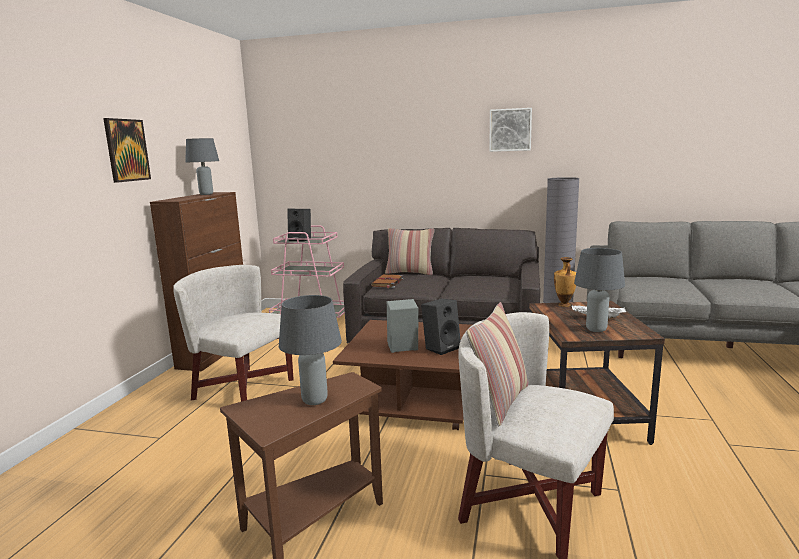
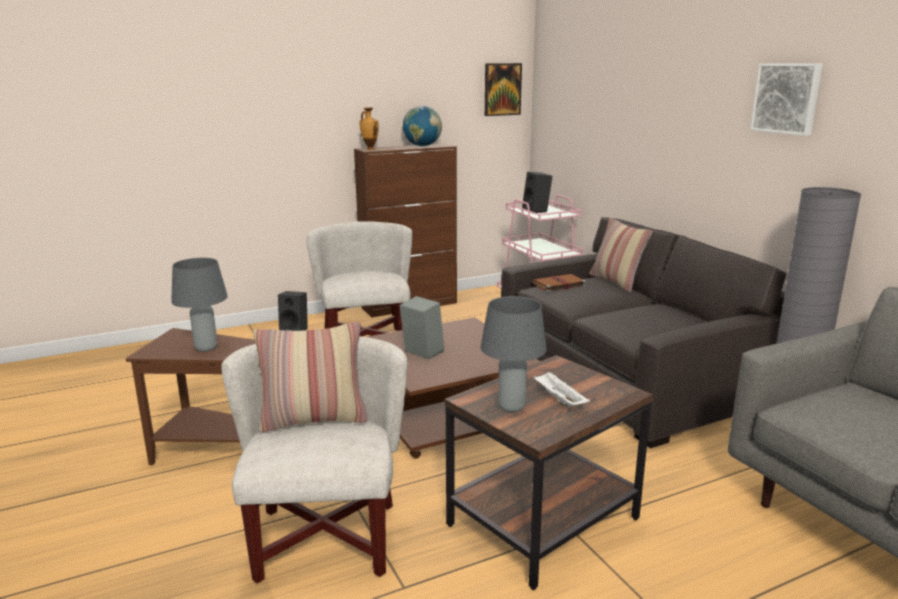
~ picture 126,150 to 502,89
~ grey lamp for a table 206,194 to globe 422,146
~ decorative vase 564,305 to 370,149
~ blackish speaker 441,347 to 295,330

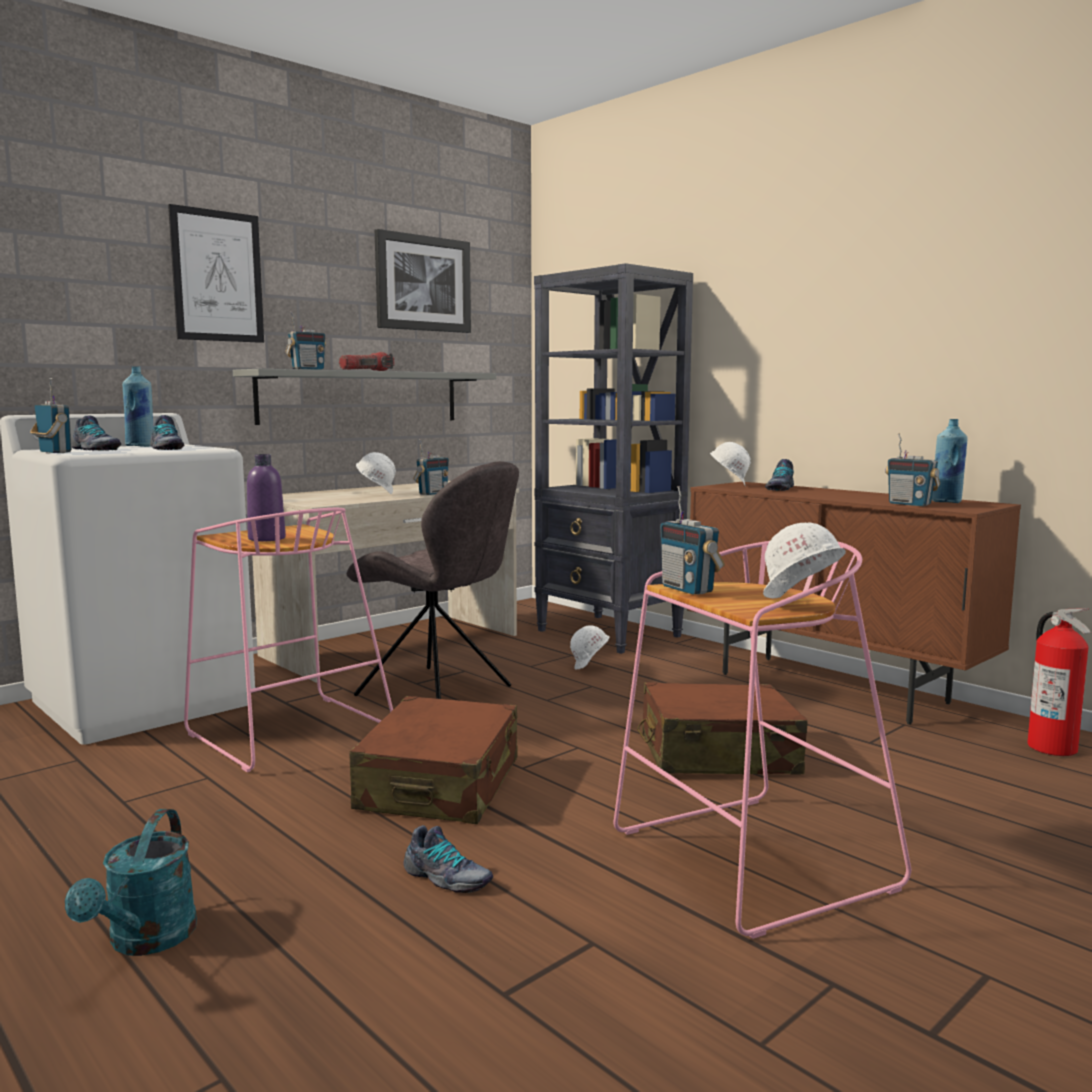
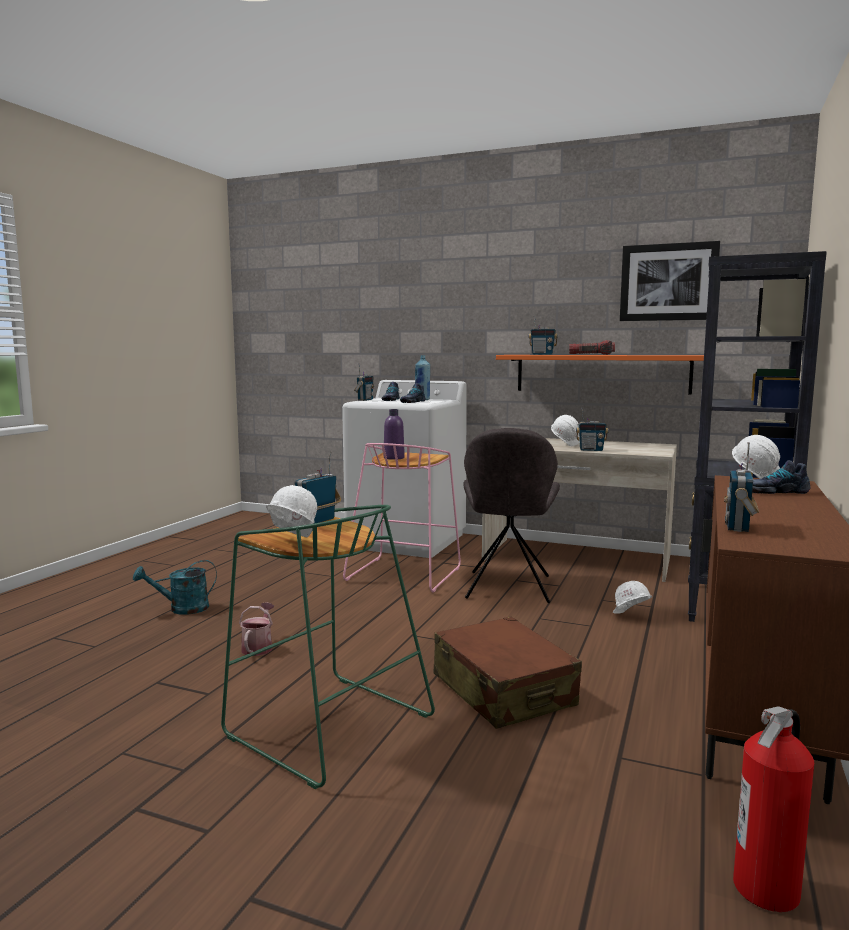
- picture 217,276
~ grey bracket shelf 361,397 to orangey bracket shelf 601,373
- blue bottle 947,502
~ pinkish sitting stool 751,863 to greenish sitting stool 325,726
- brown travel case 440,785
~ low shoe 446,878 to watering can 258,647

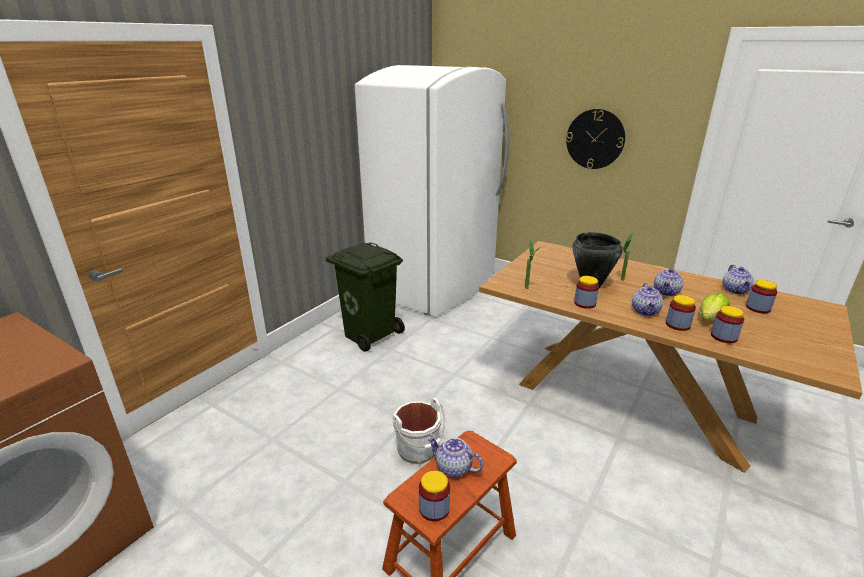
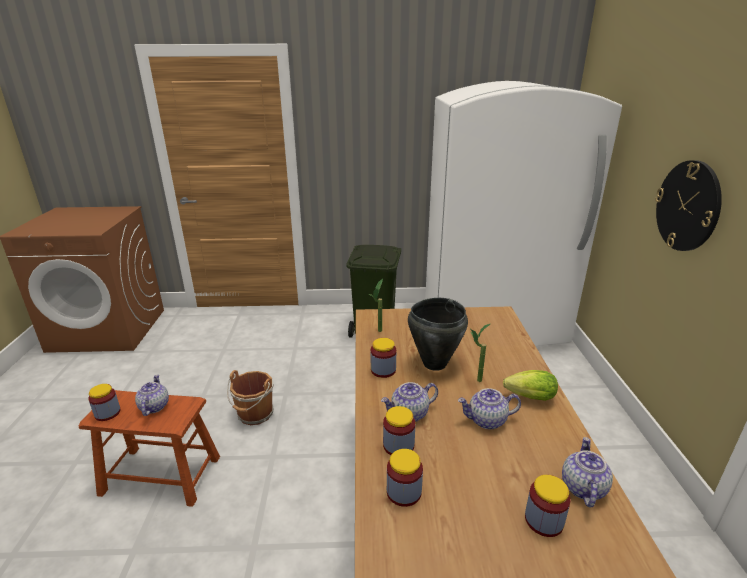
~ pot for tea 735,290 = 582,487 135 degrees clockwise
~ lettuce 709,320 to 527,397
~ whitish pail 419,451 to brown pail 255,415

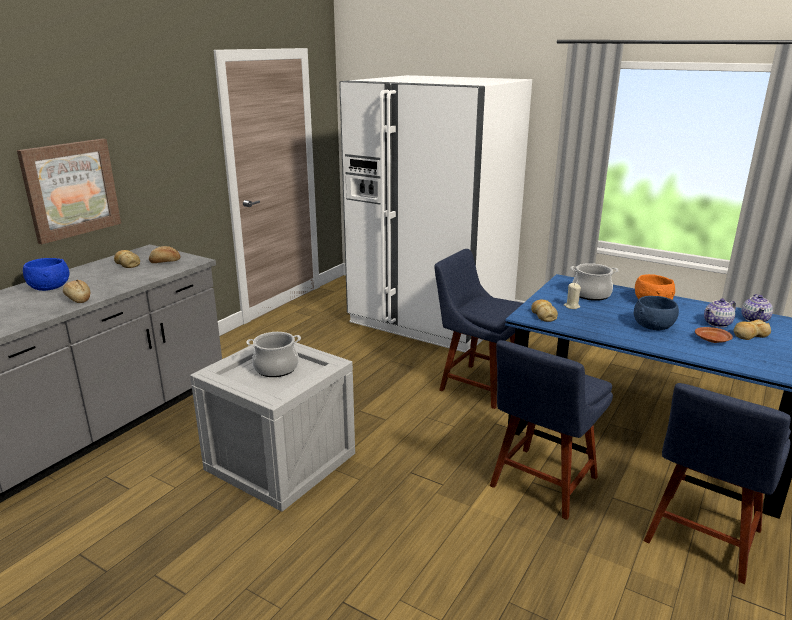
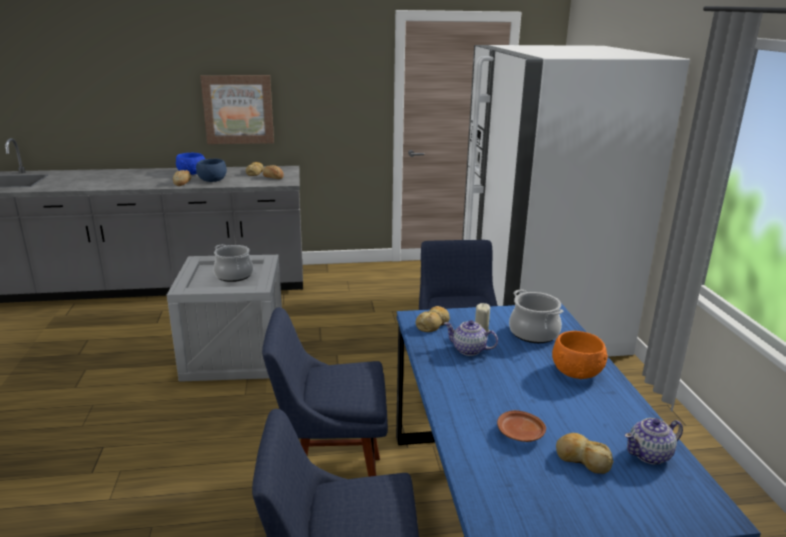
~ blue serving bowl 653,327 to 212,180
~ pot for tea 717,323 to 469,350

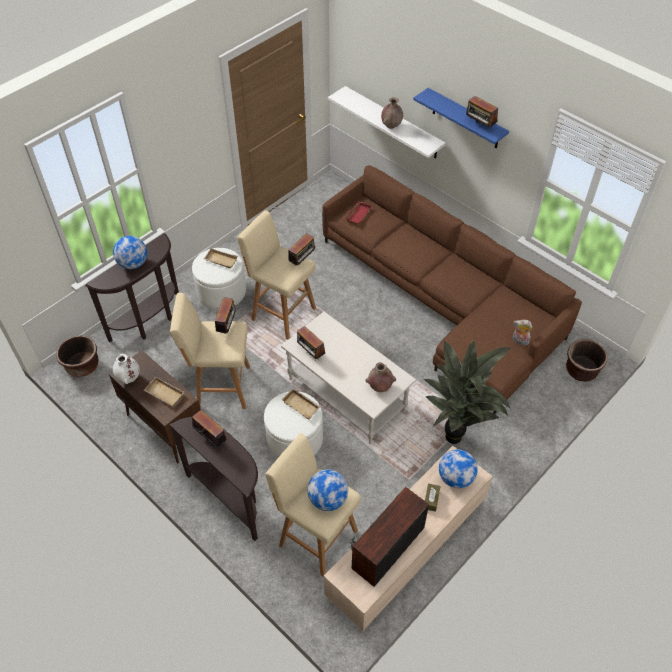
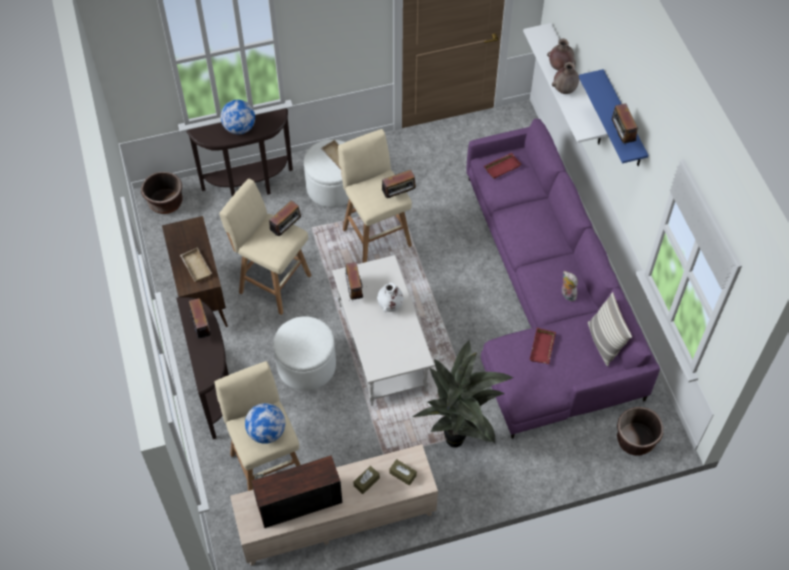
~ brown couch 444,302 to purple couch 545,301
~ plush toy 519,341 to 567,294
~ whitish decorative vase 129,378 to 390,306
~ brown decorative vase 380,387 to 559,67
- sand-coloured tray 302,405
~ globe 455,477 to brown tissue holder 402,474
+ cushion 603,342
+ red-coloured tray 543,349

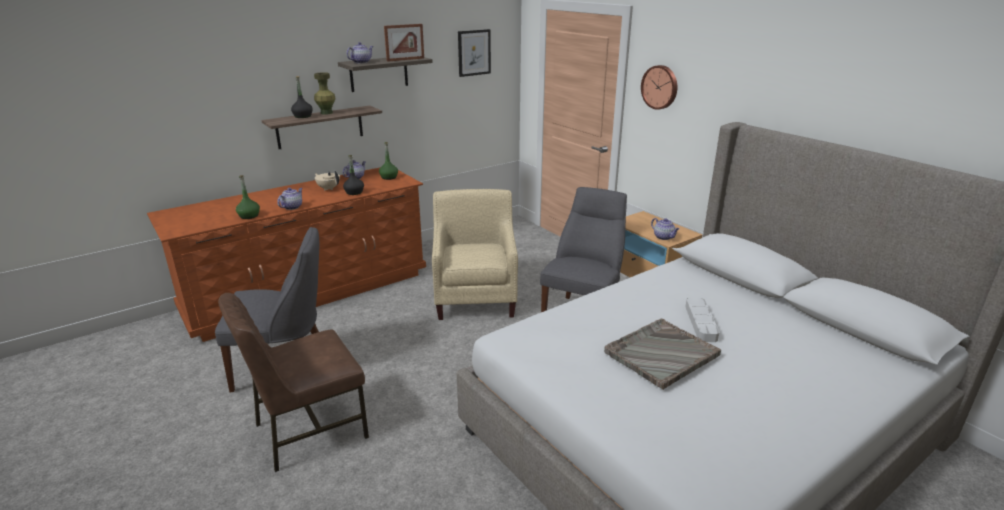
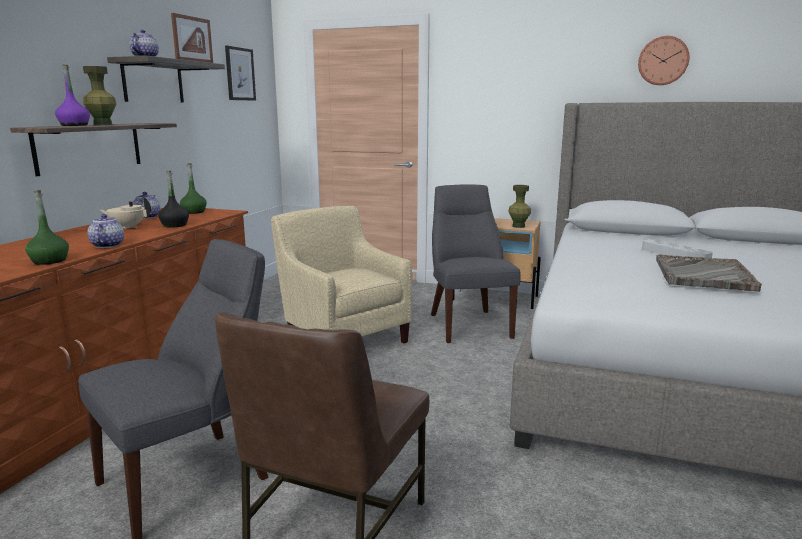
~ clock on the wall 660,87 to 663,61
~ blackish bottle 303,116 to purple bottle 74,125
~ pot for tea 664,237 to greenish decorative vase 518,226

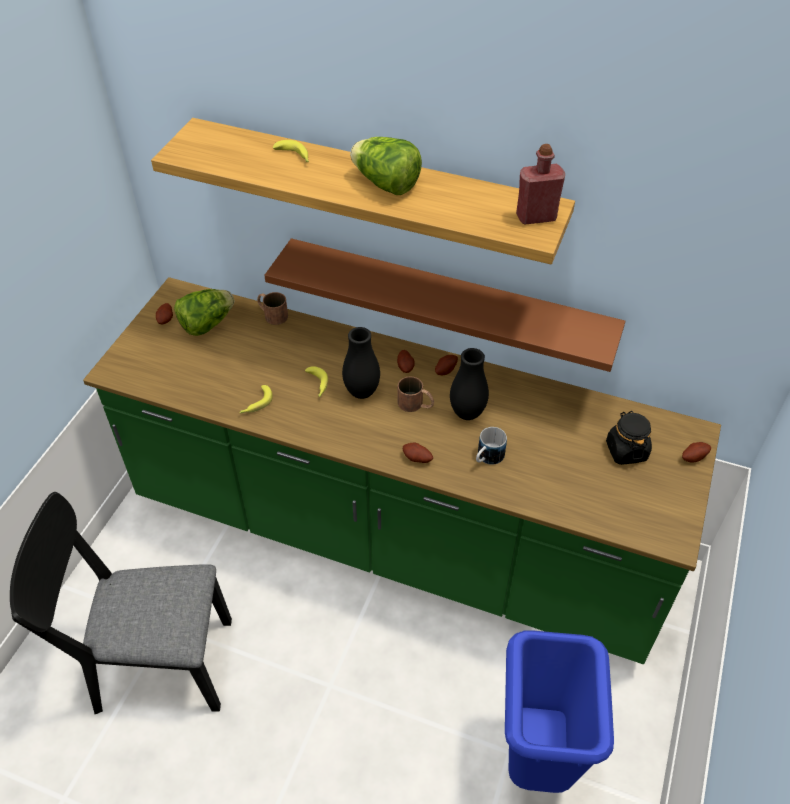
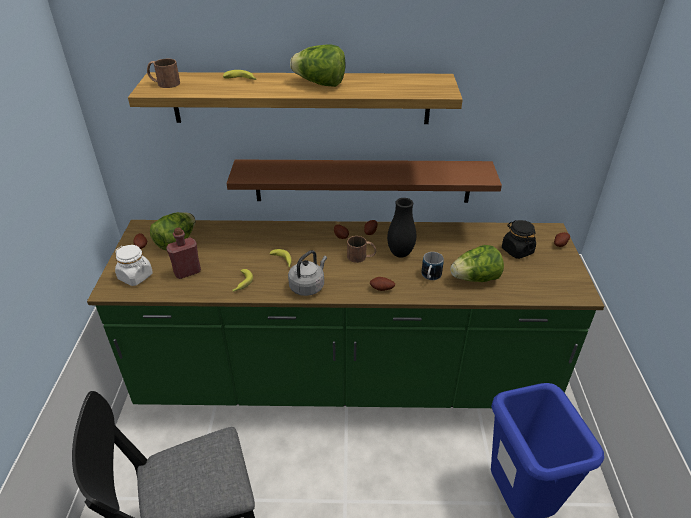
~ red-coloured bottle 536,217 to 187,272
~ brown coffee mug 272,314 to 164,83
- blackish decorative vase 362,392
+ whitish preserve jar 136,277
+ lettuce 475,279
+ grey tea kettle 308,286

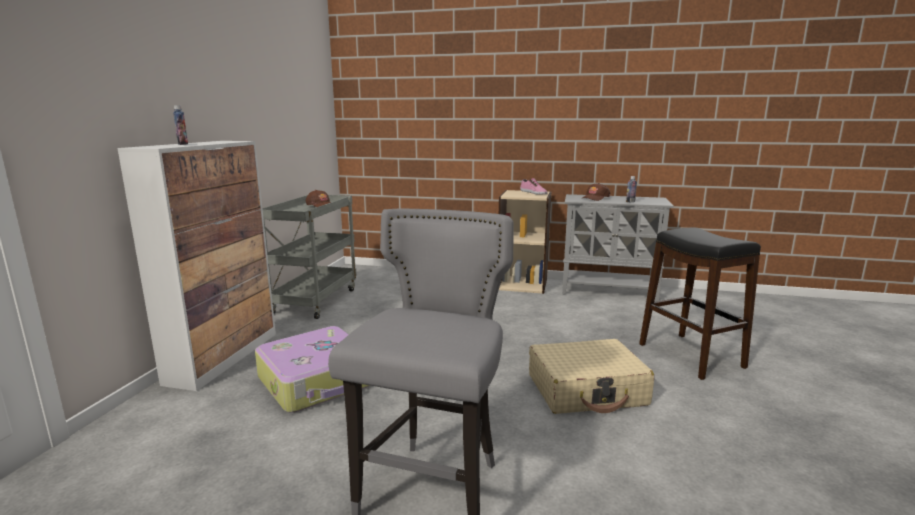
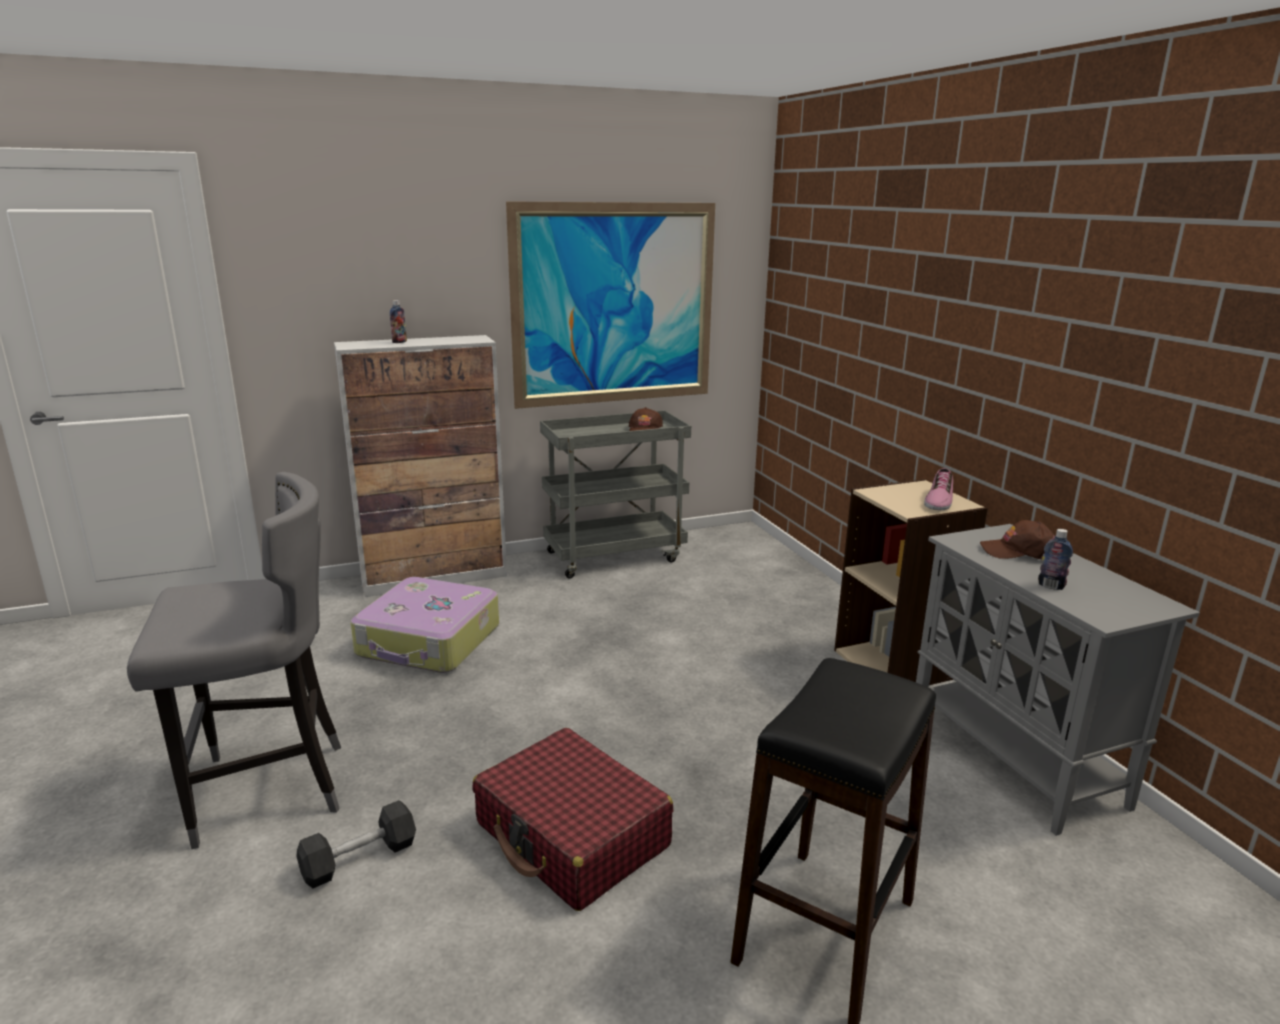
~ sand-coloured travel case 587,390 to red-coloured travel case 572,836
+ picture 614,305
+ grey dumbbell 359,859

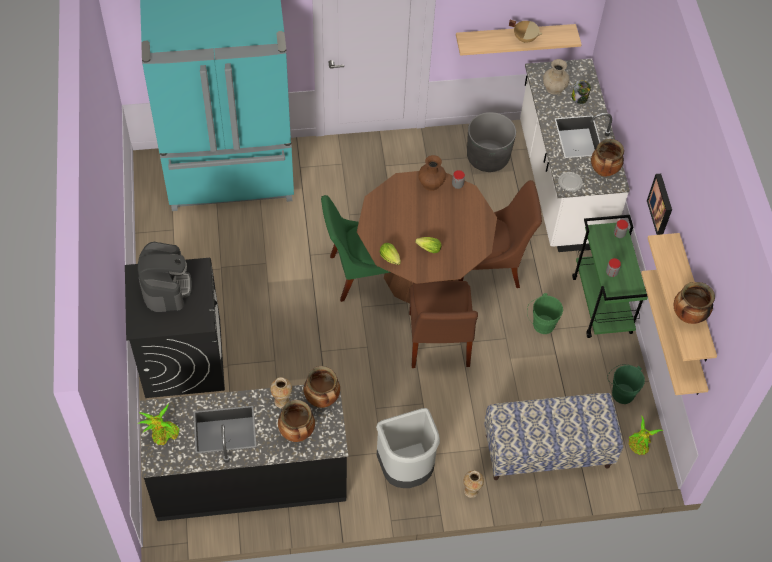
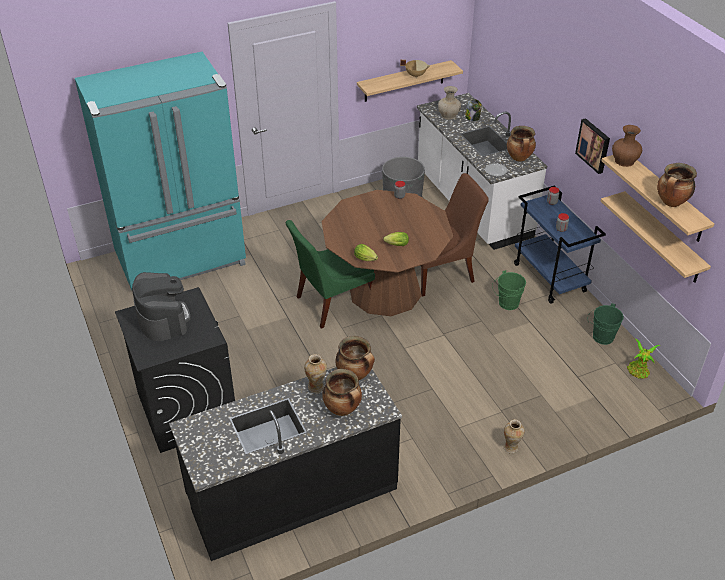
~ brown decorative vase 431,183 to 624,161
~ greenish wheeled cart 602,305 to blue wheeled cart 550,278
- brown chair 438,343
- bench 547,451
- houseplant 163,435
- grey rubbish bin 406,471

